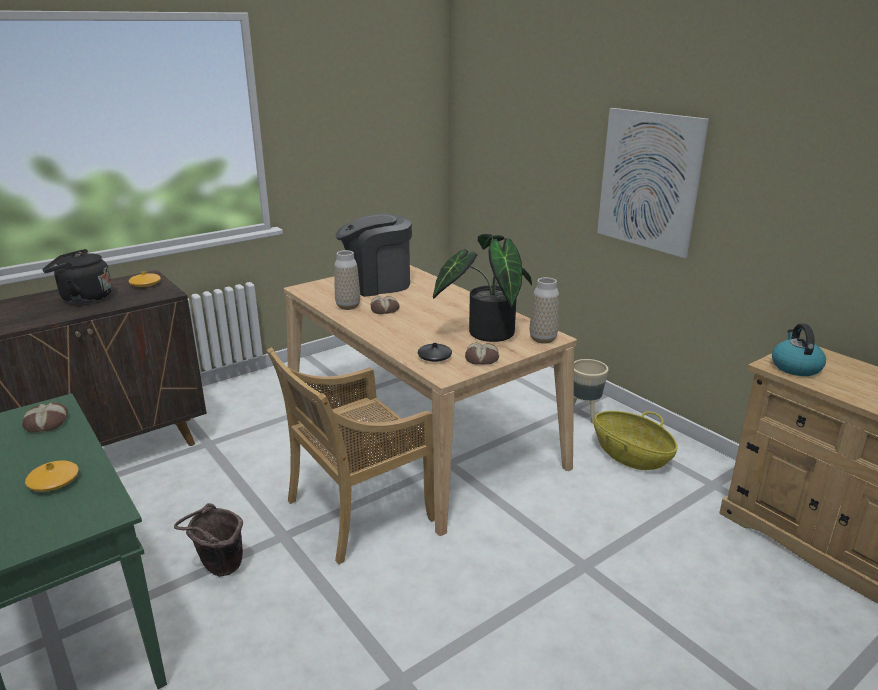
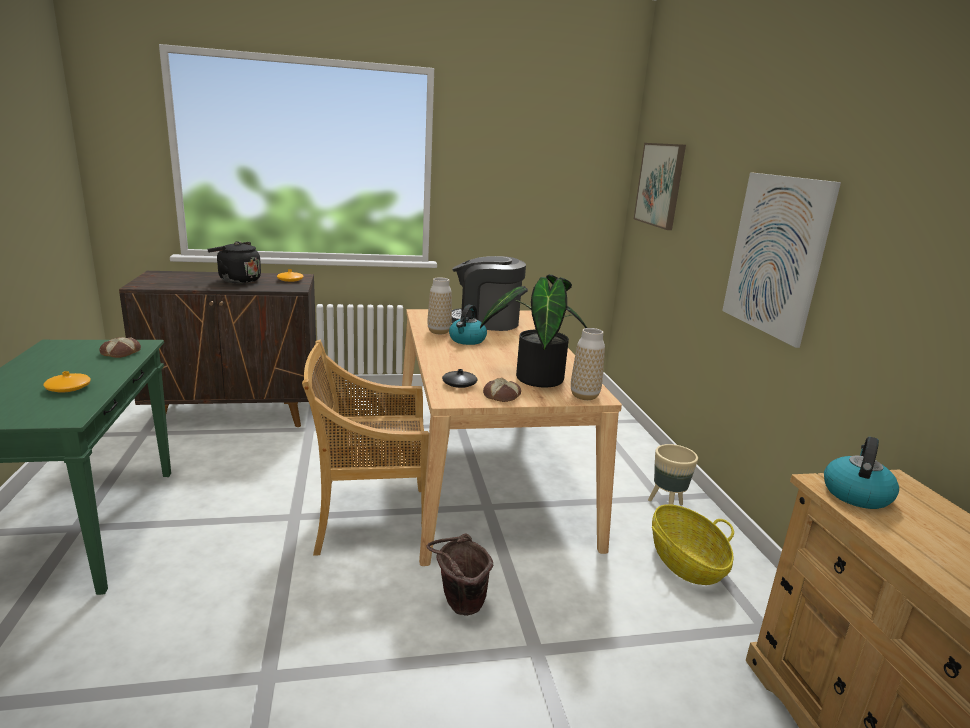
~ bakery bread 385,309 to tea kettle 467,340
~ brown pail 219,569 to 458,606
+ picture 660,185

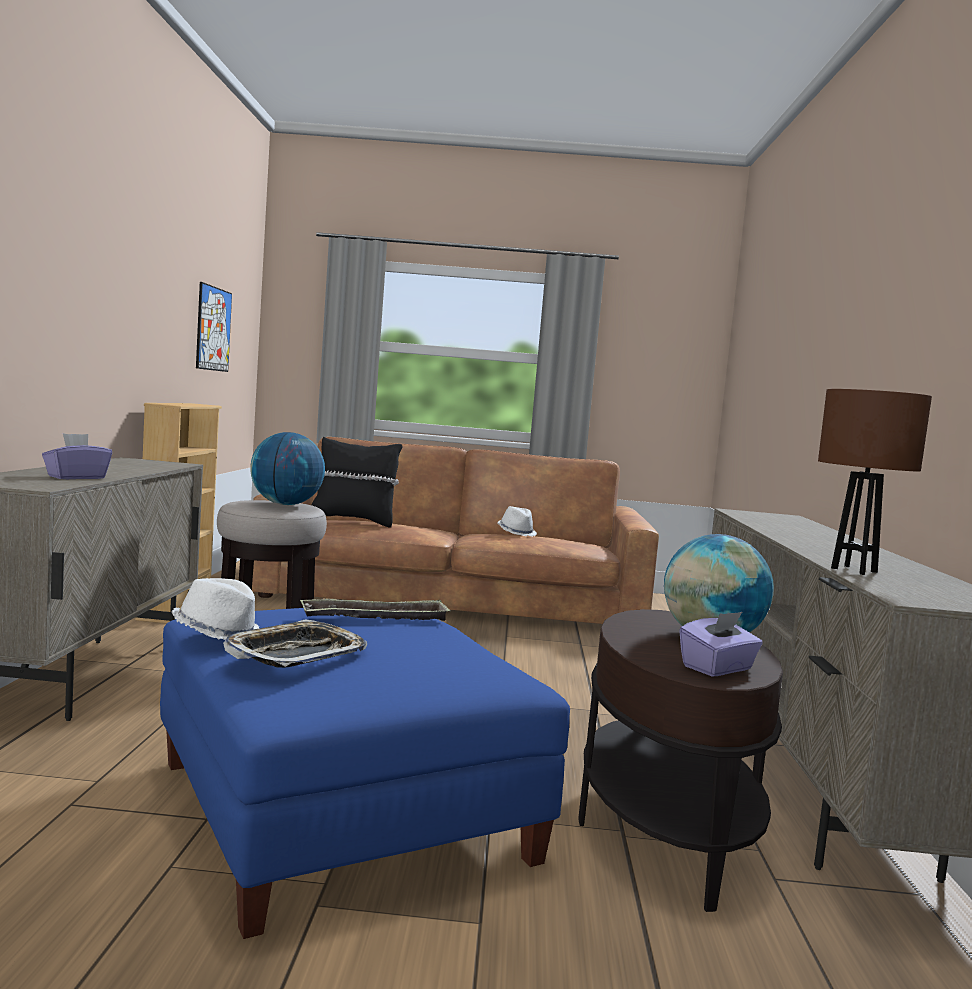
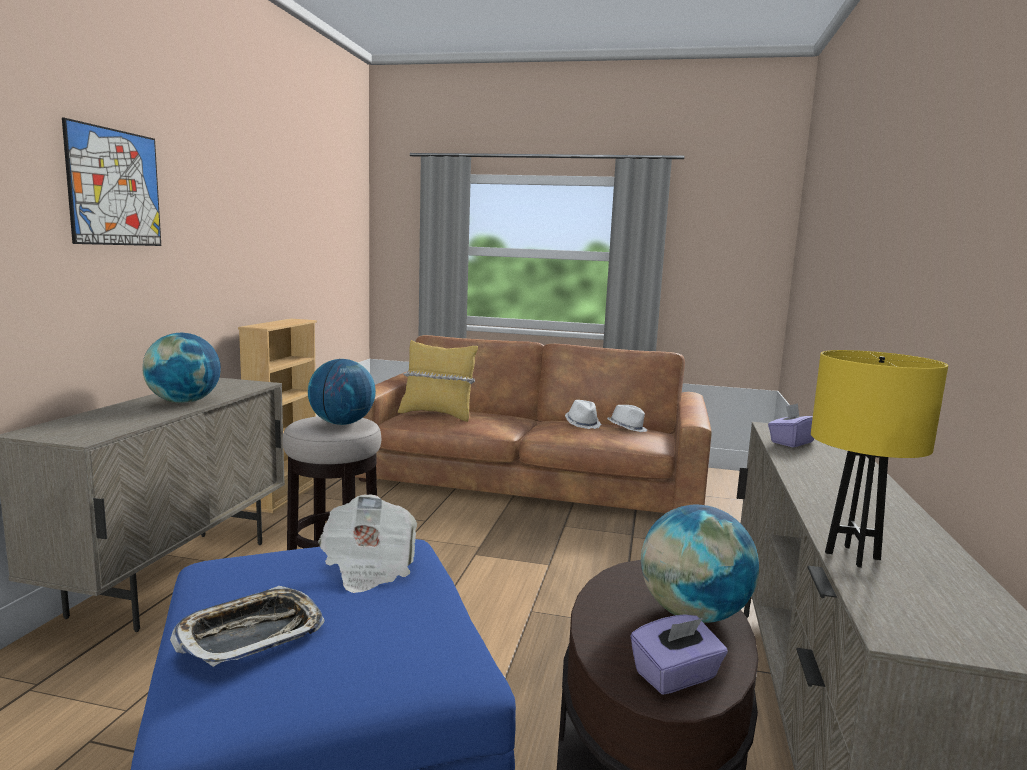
~ picture 213,329 to 115,187
~ brown lamp for a table 854,570 to yellow lamp for a table 852,556
~ purple tissue holder 76,477 to 791,442
~ blackish cushion 353,521 to yellow cushion 437,414
~ whitish clothing hat 218,633 to 627,428
~ tray 375,617 to daily paper 368,567
+ globe 184,402

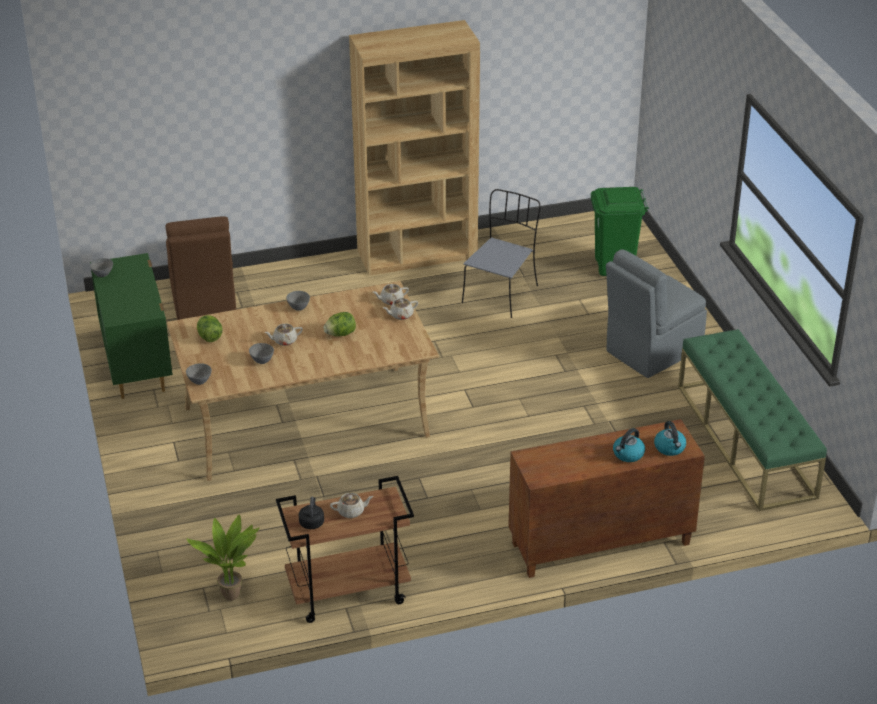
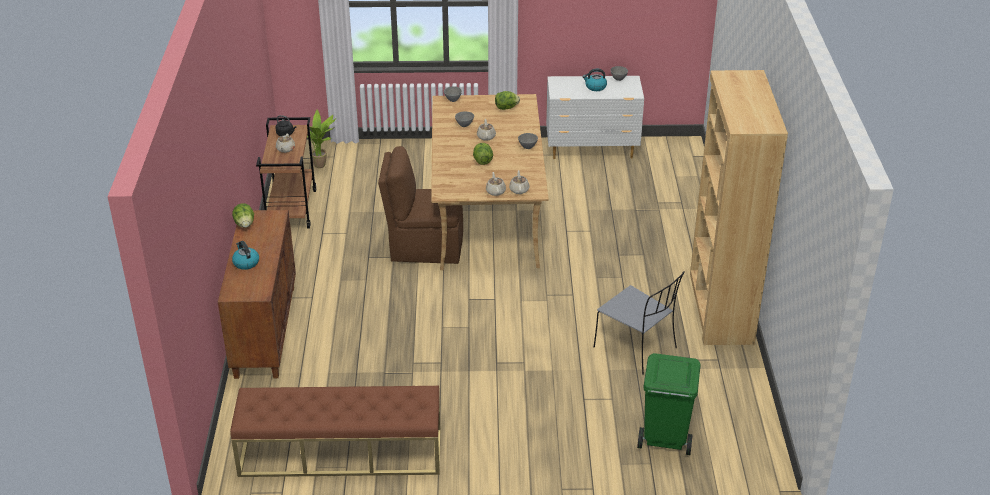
~ brown chair 203,303 to 424,247
- grey chair 651,351
~ greenish drawer chest 137,364 to whitish drawer chest 592,150
~ greenish bench 745,441 to brown bench 340,453
~ tea kettle 670,448 to 595,87
+ lettuce 244,224

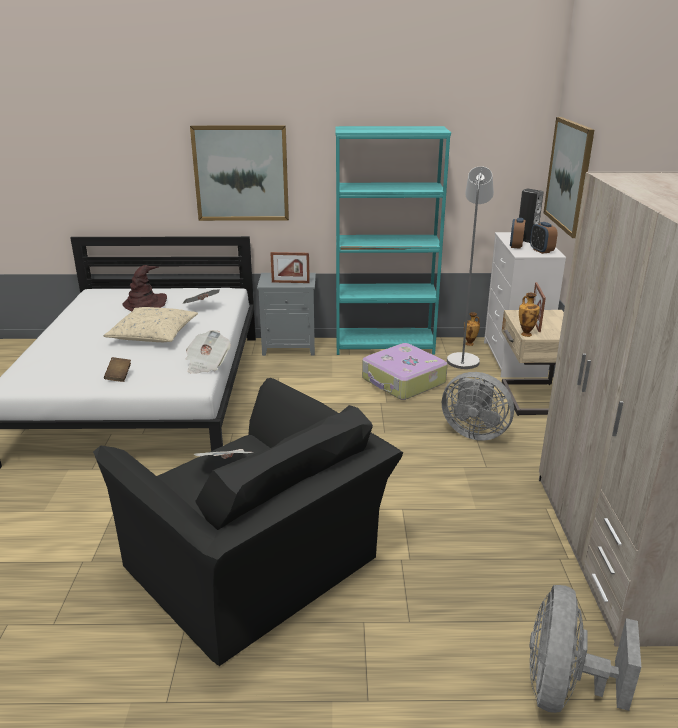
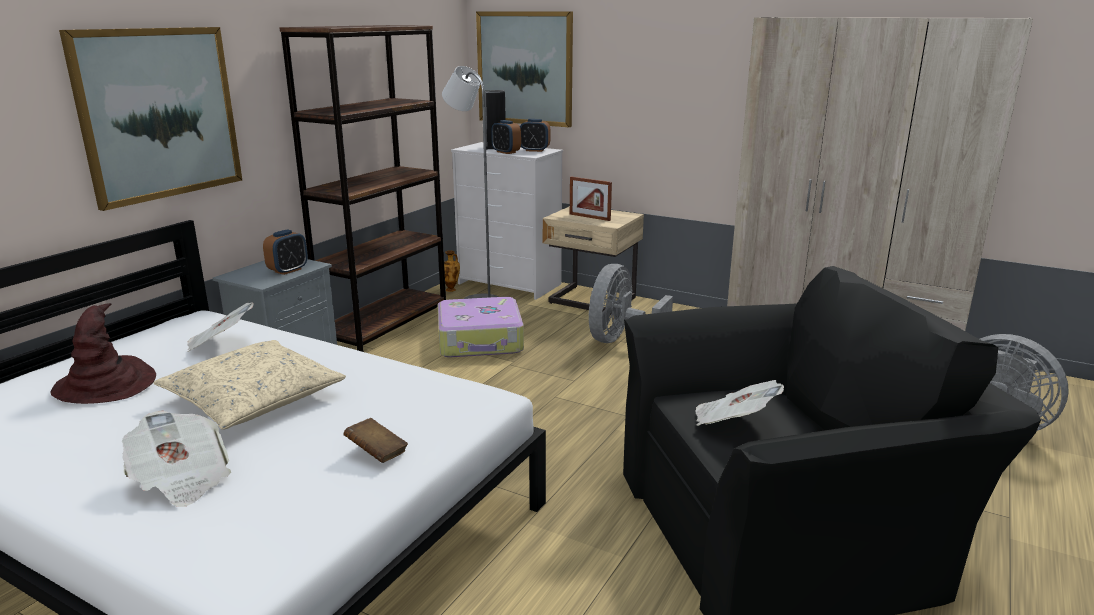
~ turquoise bookshelf 384,346 to brown bookshelf 386,325
~ photo frame 290,282 to alarm clock 288,270
- decorative vase 526,334
~ daily paper 207,364 to 181,480
~ grey fan 474,432 = 620,341 150 degrees clockwise

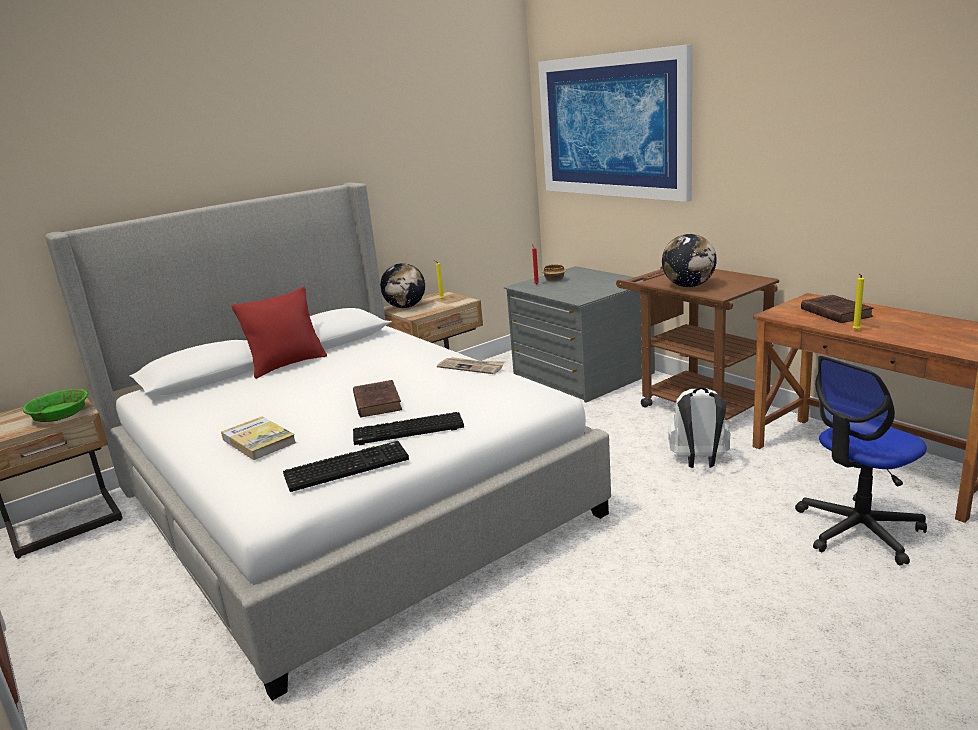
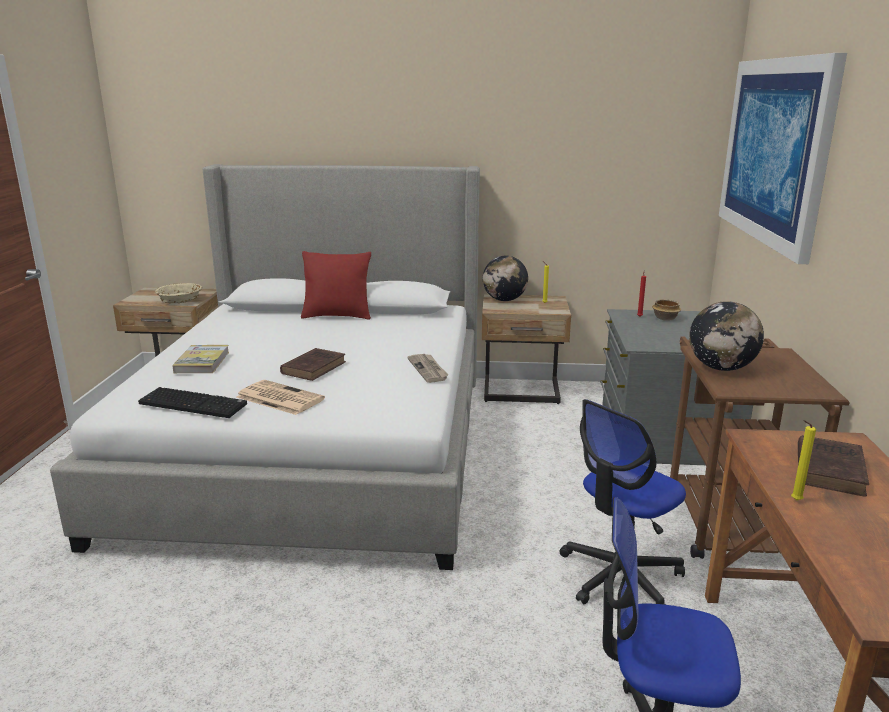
~ whitish rucksack 699,462 to desk chair 620,576
~ greenish serving bowl 60,415 to sand-coloured serving bowl 180,300
~ PC keyboard 407,431 to daily paper 278,398

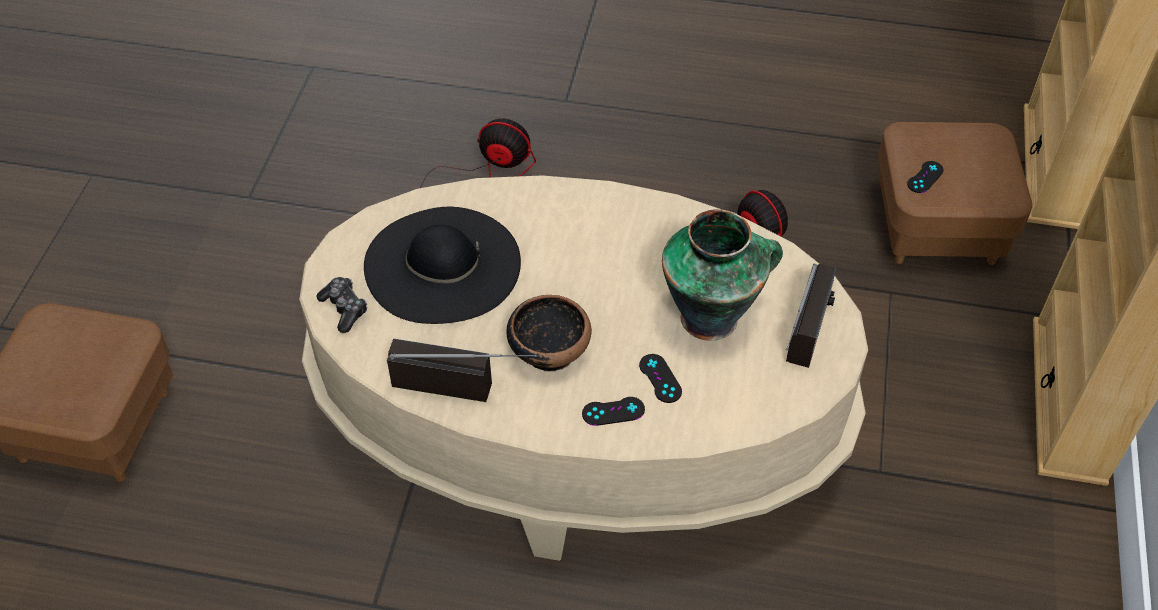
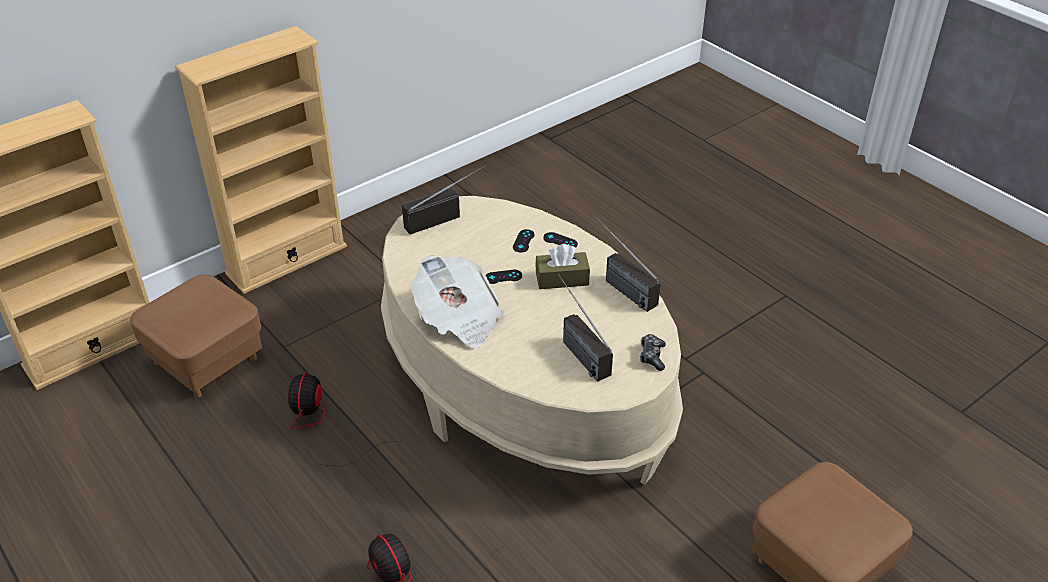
~ blackish joypad 925,177 to 503,277
~ blackish clothing hat 442,265 to radio 575,348
- decorative vase 712,317
~ serving bowl 549,350 to brown tissue holder 562,279
+ daily paper 458,319

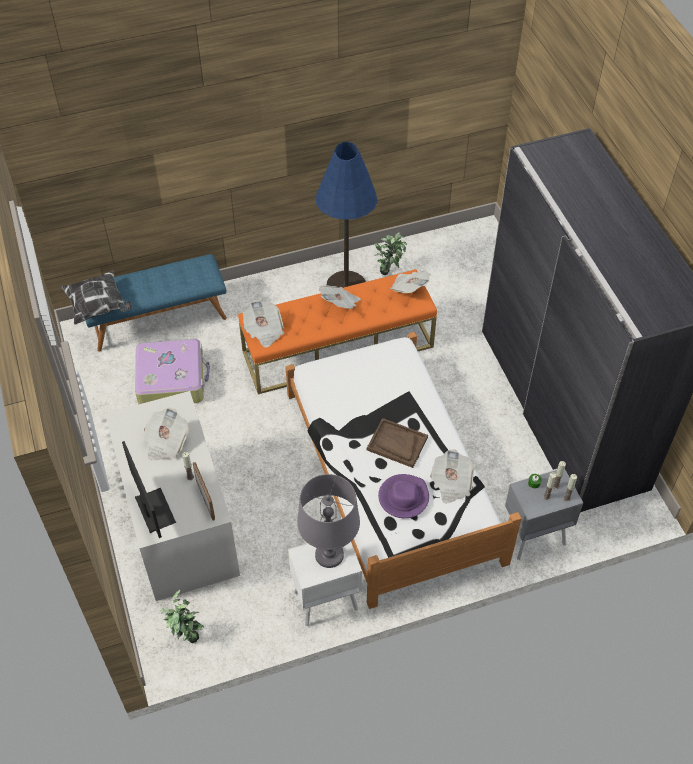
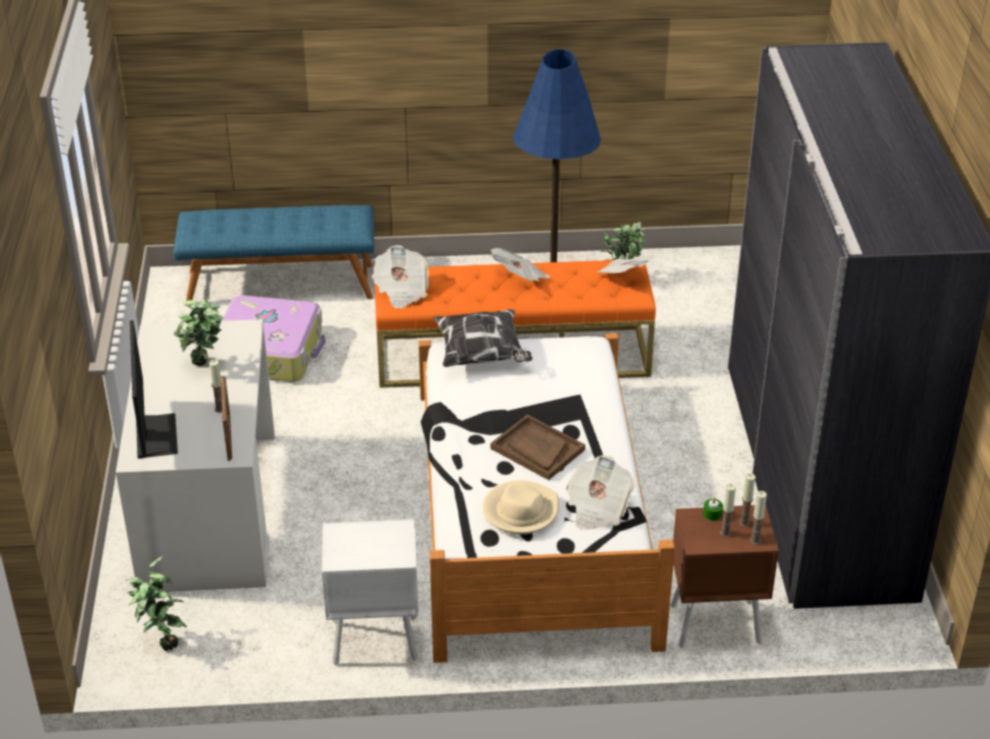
~ cushion 98,306 to 482,355
~ daily paper 166,443 to houseplant 205,367
~ grey night table 532,536 to brown night table 713,624
- grey lamp for a table 329,555
~ purple clothing hat 403,497 to sand-coloured clothing hat 520,511

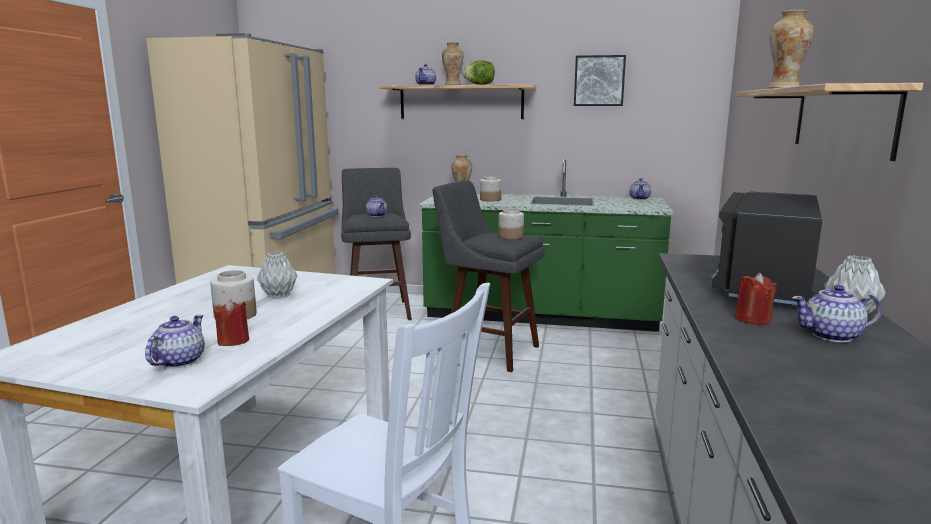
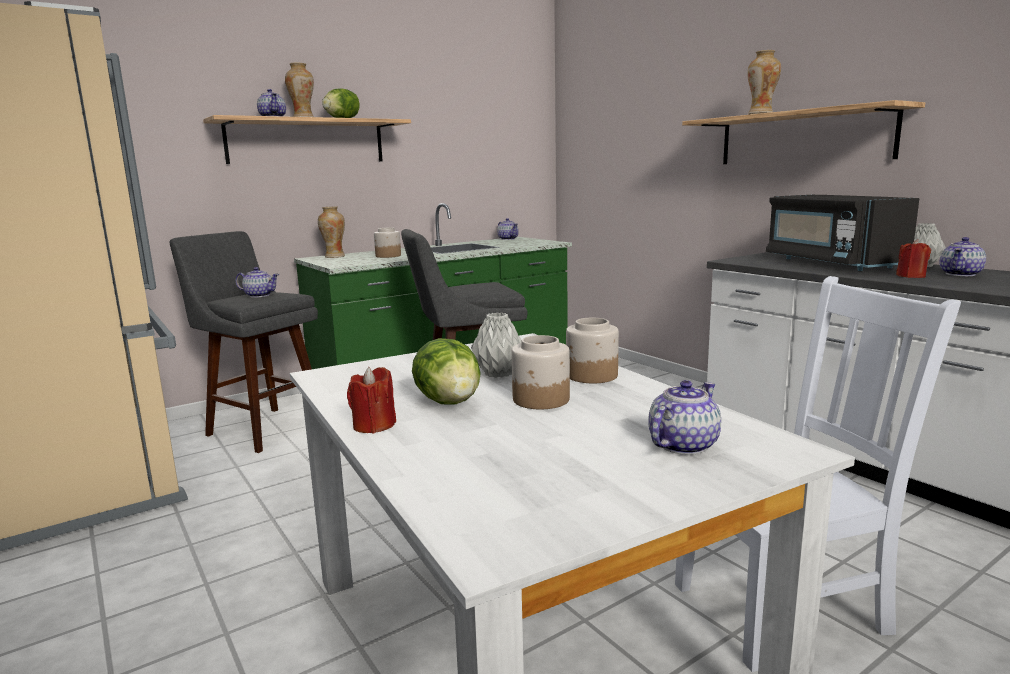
- picture 599,81
~ preserve jar 510,236 to 591,376
~ red-coloured candle 233,341 to 374,426
~ pot for tea 178,361 = 682,445 75 degrees clockwise
+ lettuce 449,402

